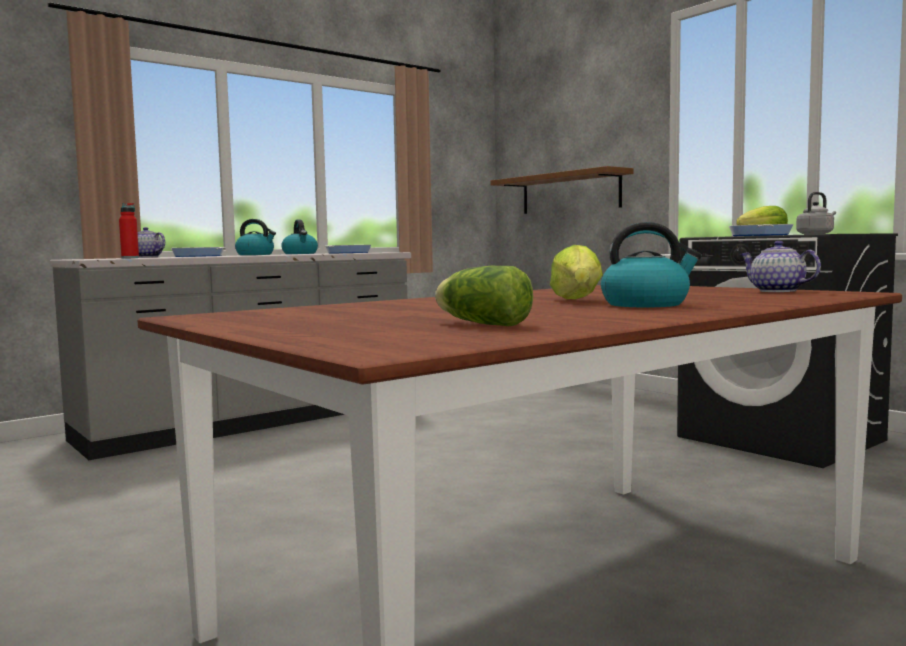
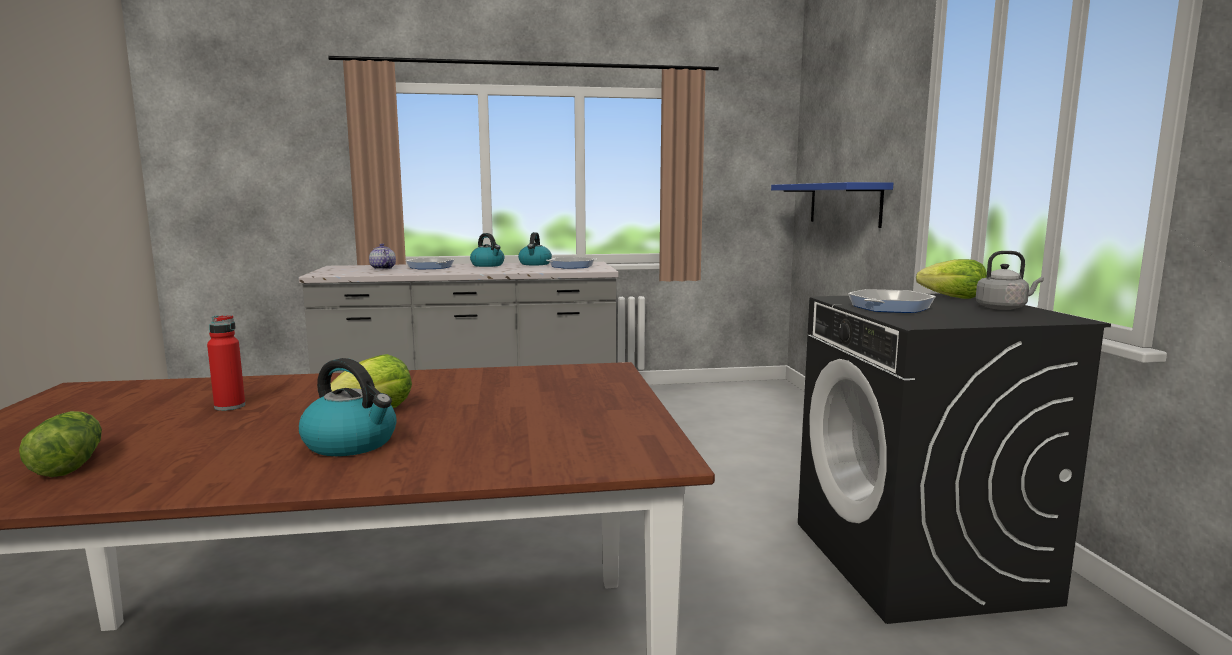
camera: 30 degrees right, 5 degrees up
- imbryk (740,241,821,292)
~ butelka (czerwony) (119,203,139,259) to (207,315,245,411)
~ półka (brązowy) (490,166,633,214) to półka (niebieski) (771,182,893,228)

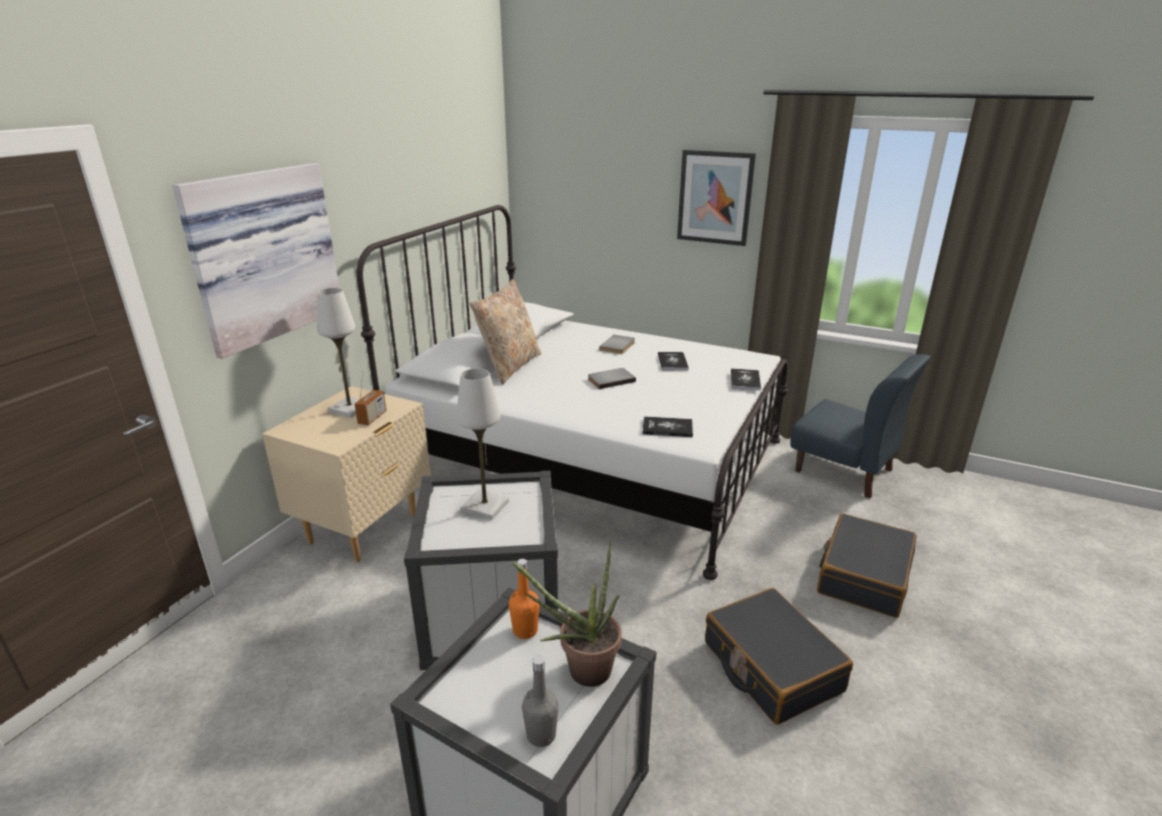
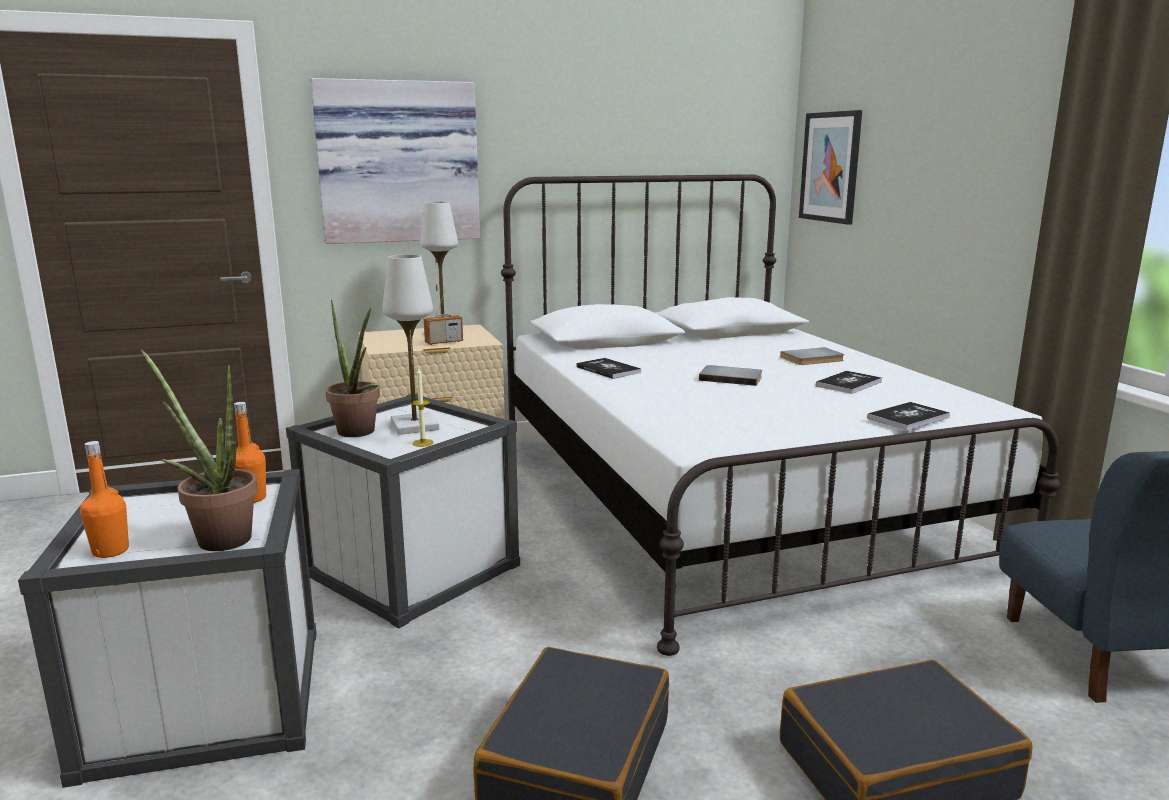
camera: 45 degrees right, 10 degrees down
- poduszka (beżowy) (470,279,541,385)
+ roślina doniczkowa (326,300,380,437)
+ świeca (412,368,434,447)
~ książka (643,416,693,437) to (576,358,641,379)
~ obraz (677,150,756,246) to (799,110,862,225)
~ butelka (szary) (522,656,559,747) to butelka (pomarańczowy) (80,441,129,558)

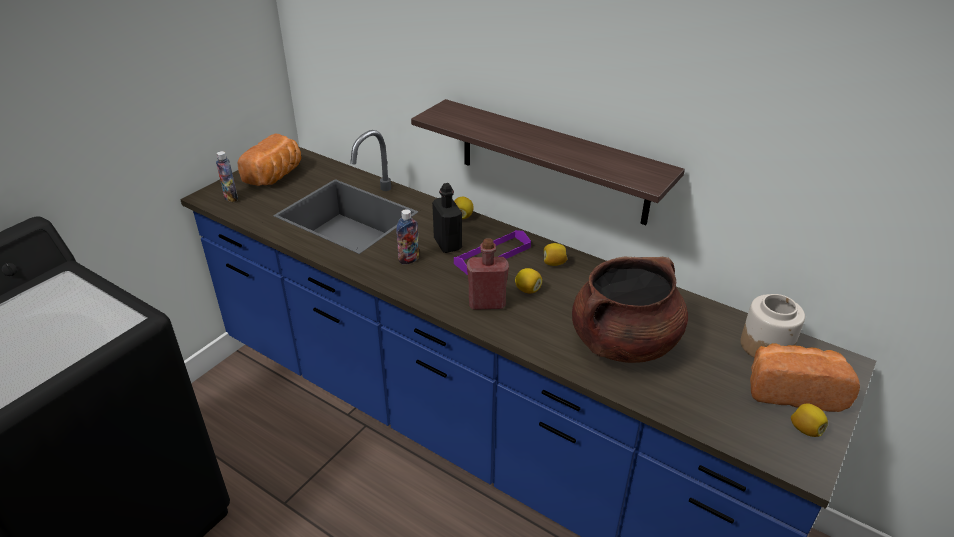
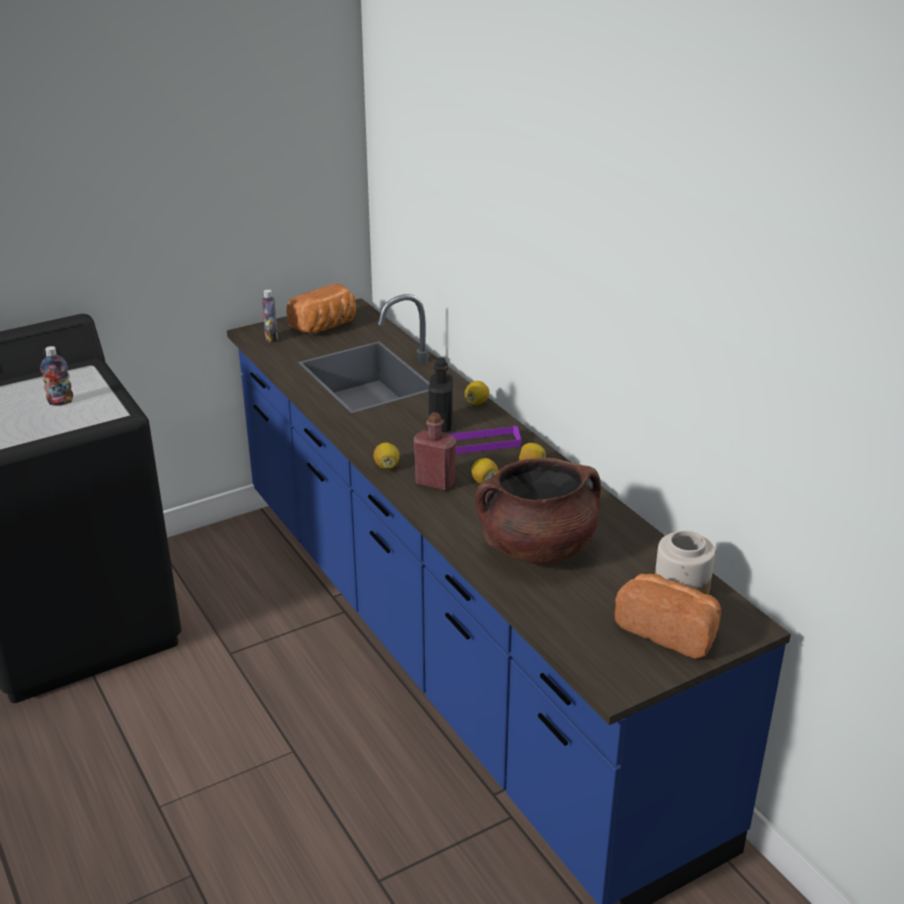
camera: 25 degrees right, 5 degrees down
- półka (411,99,685,225)
~ butelka (396,209,419,265) to (40,346,73,406)
~ cytryna (791,403,828,437) to (373,442,400,469)

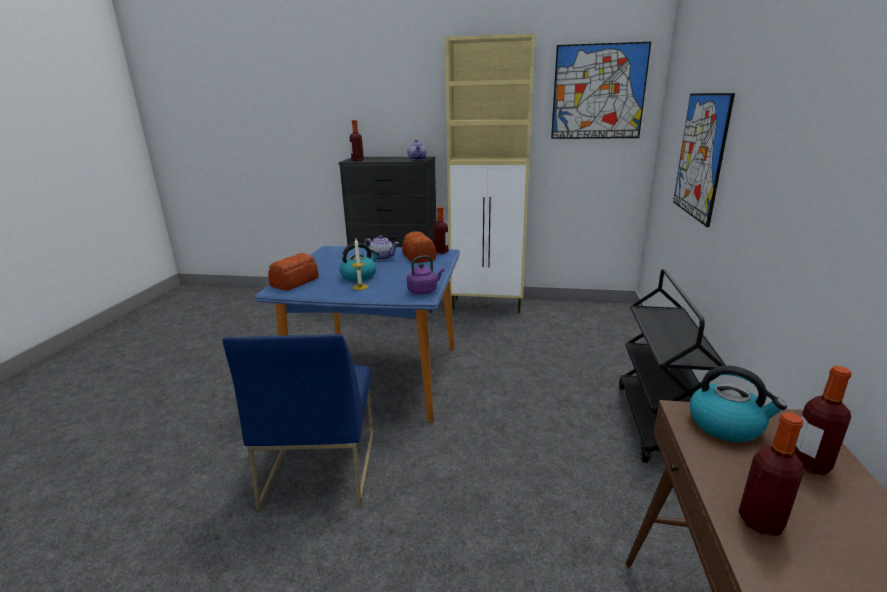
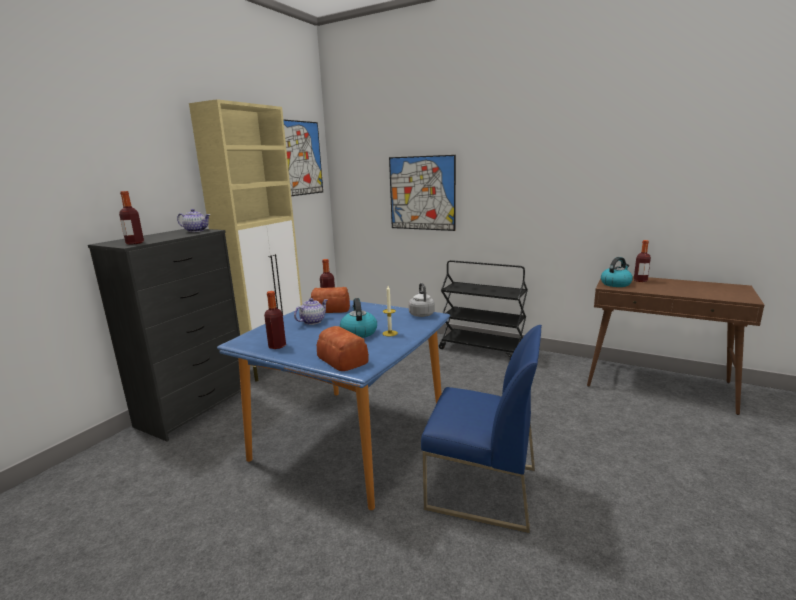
camera: 70 degrees left, 5 degrees down
~ butelka (738,412,805,536) to (264,291,286,349)
~ czajnik (fioletowy) (407,255,444,294) to czajnik (szary) (409,283,435,317)

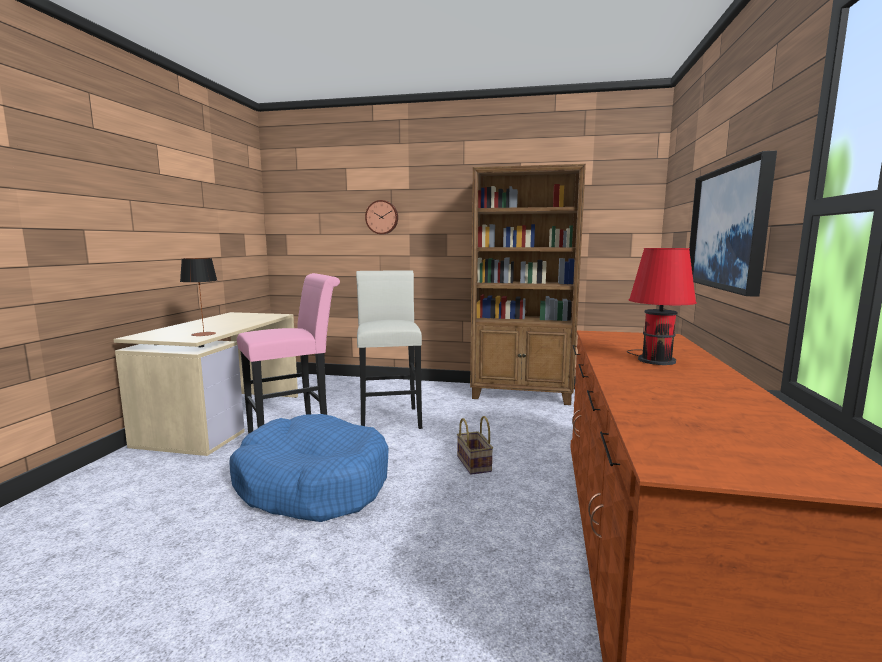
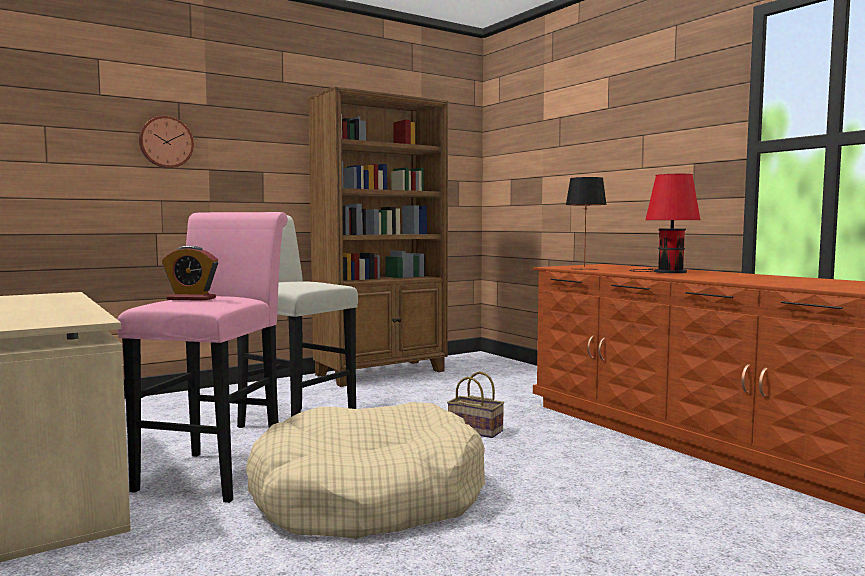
camera: 45 degrees left, 5 degrees down
- obraz (689,151,777,297)
+ budzik (162,246,218,301)
~ lampa stołowa (180,258,217,336) to (566,177,607,270)
~ legowisko (niebieski) (229,414,389,522) to legowisko (beżowy) (246,402,485,539)

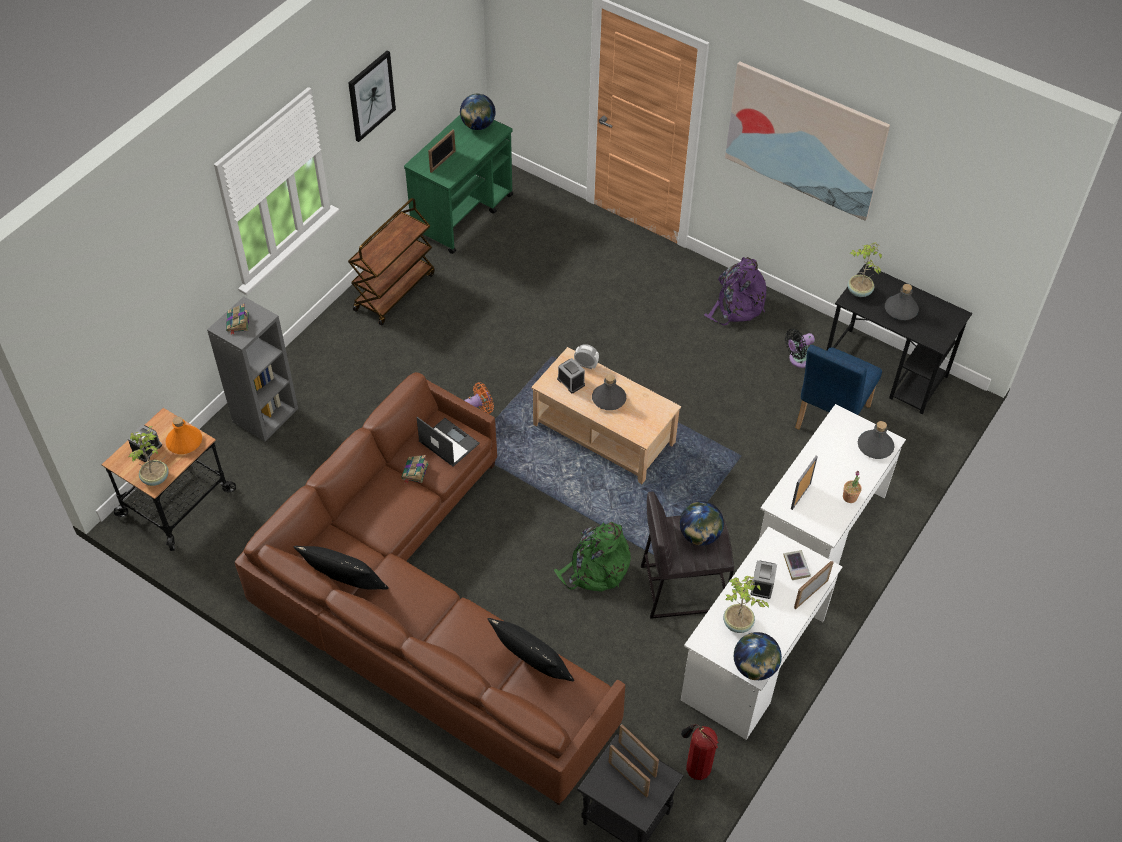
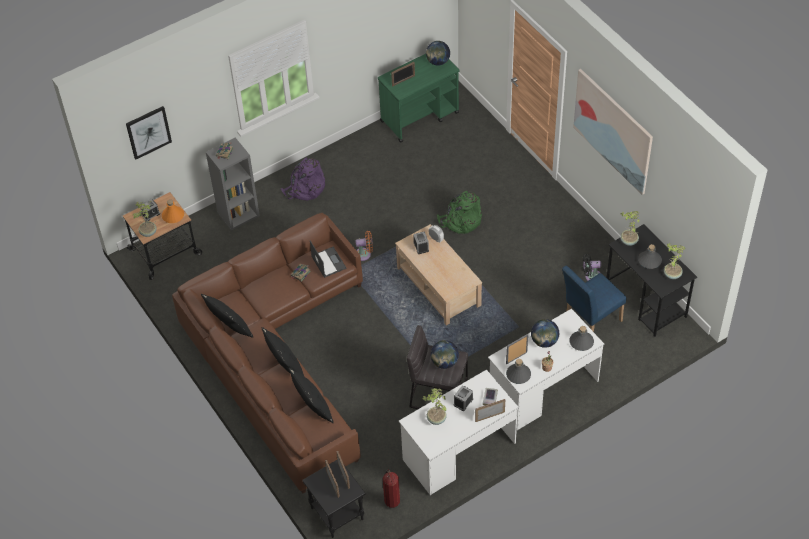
camera: 25 degrees right, 0 degrees up
- wózek (brązowy) (348,198,435,326)
+ poduszka (czarny) (262,327,304,376)
+ roślina doniczkowa (664,243,686,279)
~ obraz (348,51,396,142) to (126,106,172,160)
~ plecak (zielony) (554,522,631,592) to (437,191,482,234)
~ butelka (szary) (592,374,626,410) to (506,359,531,384)
~ plecak (fioletowy) (704,257,766,326) to (281,157,325,201)
~ globus (734,632,782,680) to (531,319,559,348)

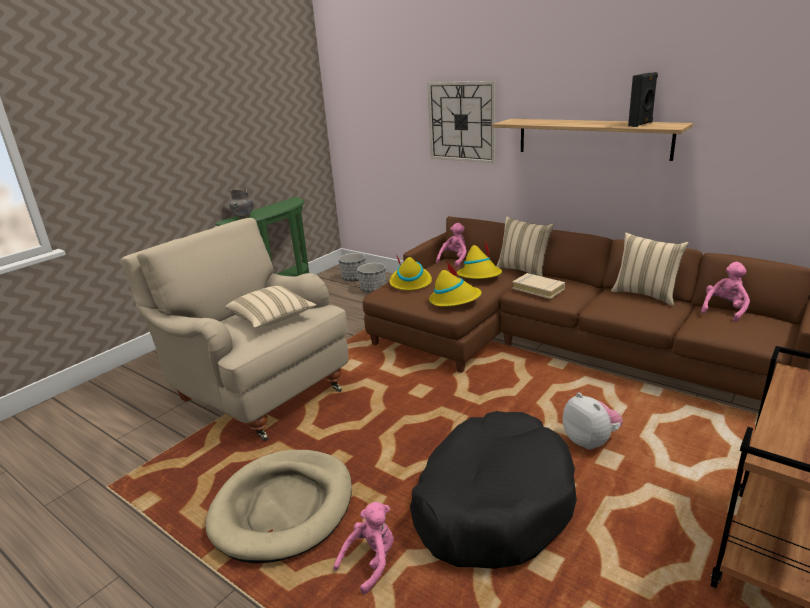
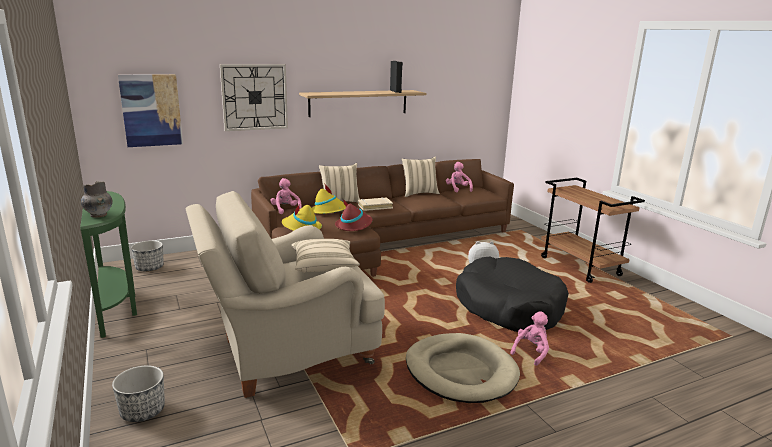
camera: 65 degrees left, 5 degrees down
+ obraz (118,74,183,147)
~ donica (357,263,386,293) to (112,365,165,422)
~ kapelusz (żółty) (429,261,482,307) to kapelusz (czerwony) (335,198,373,231)
~ pluszak (różowy) (333,502,394,594) = (510,311,549,366) 60 degrees clockwise

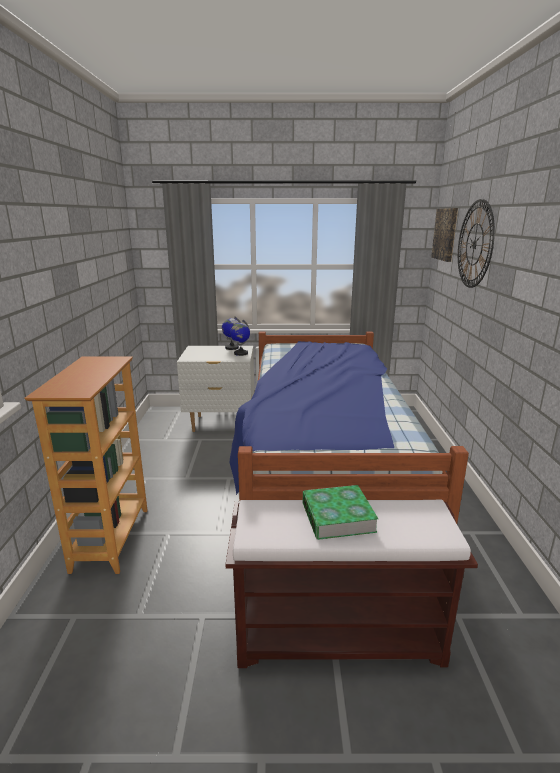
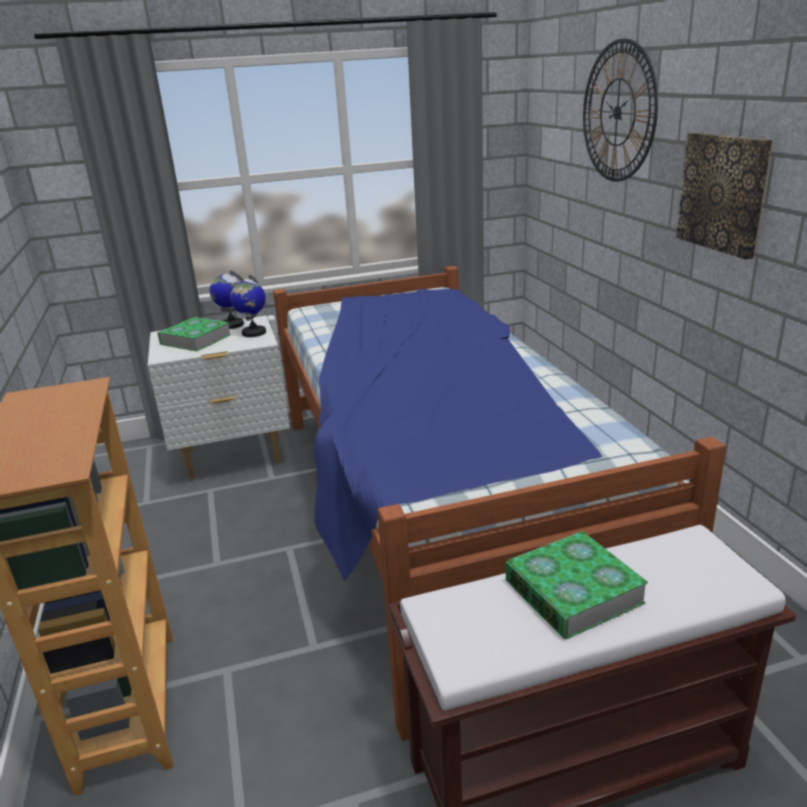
camera: 15 degrees left, 5 degrees up
+ książka (158,317,231,351)
~ obraz (431,208,458,262) to (676,132,773,260)

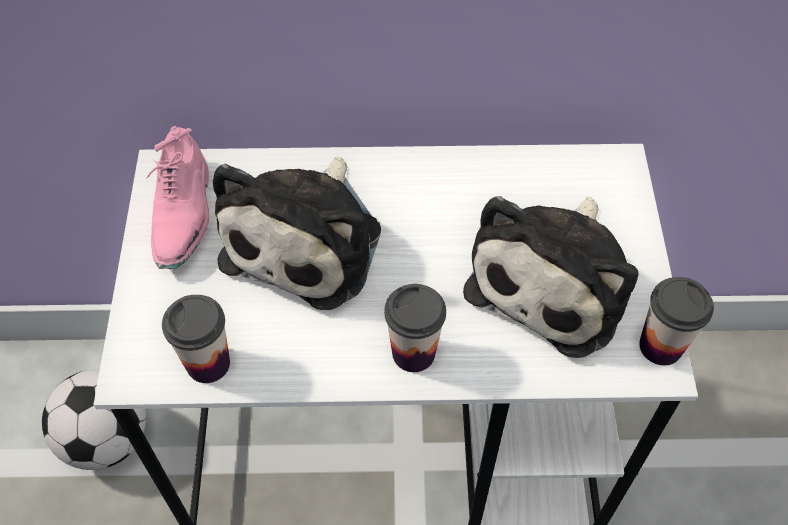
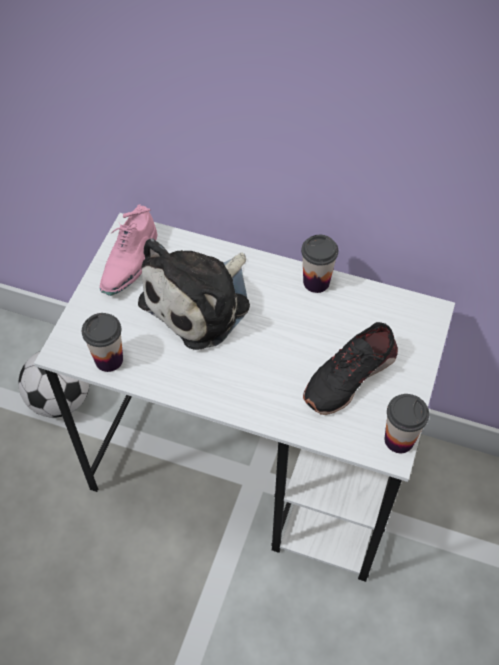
camera: 20 degrees right, 0 degrees up
~ filiżanka (384,284,446,372) to (301,235,338,293)
~ pluszak (463,196,638,358) to but (czarny) (303,322,398,415)

